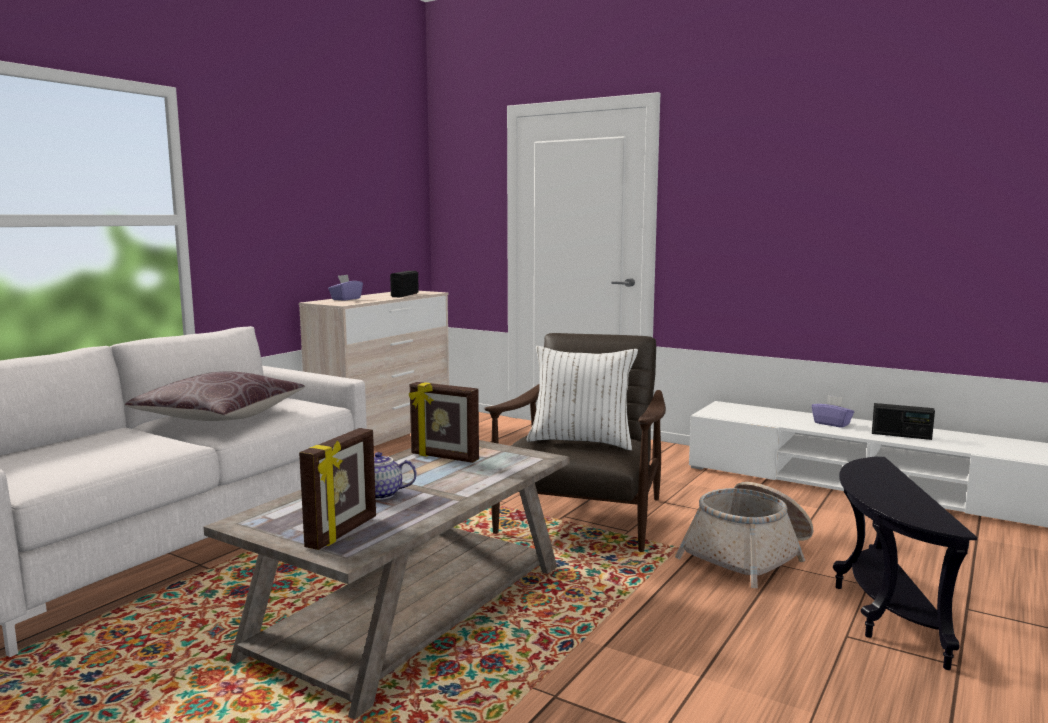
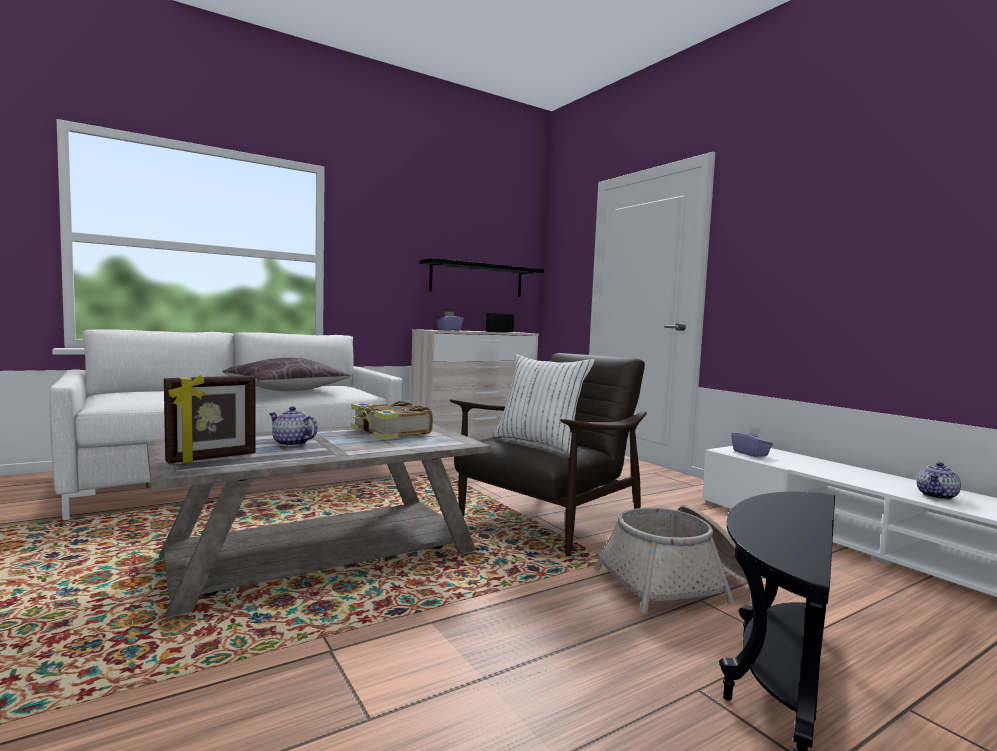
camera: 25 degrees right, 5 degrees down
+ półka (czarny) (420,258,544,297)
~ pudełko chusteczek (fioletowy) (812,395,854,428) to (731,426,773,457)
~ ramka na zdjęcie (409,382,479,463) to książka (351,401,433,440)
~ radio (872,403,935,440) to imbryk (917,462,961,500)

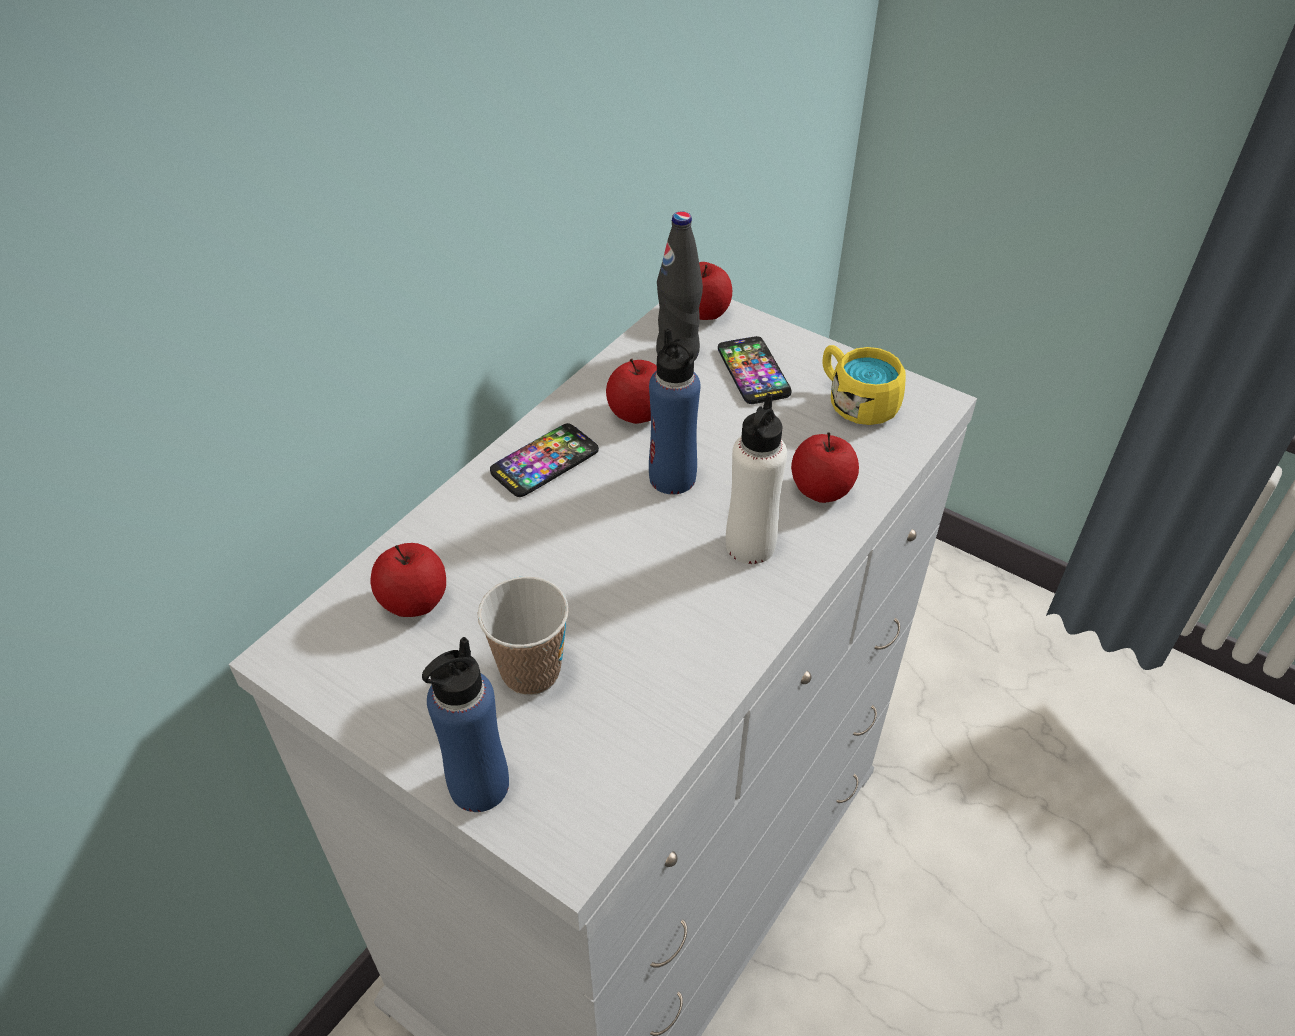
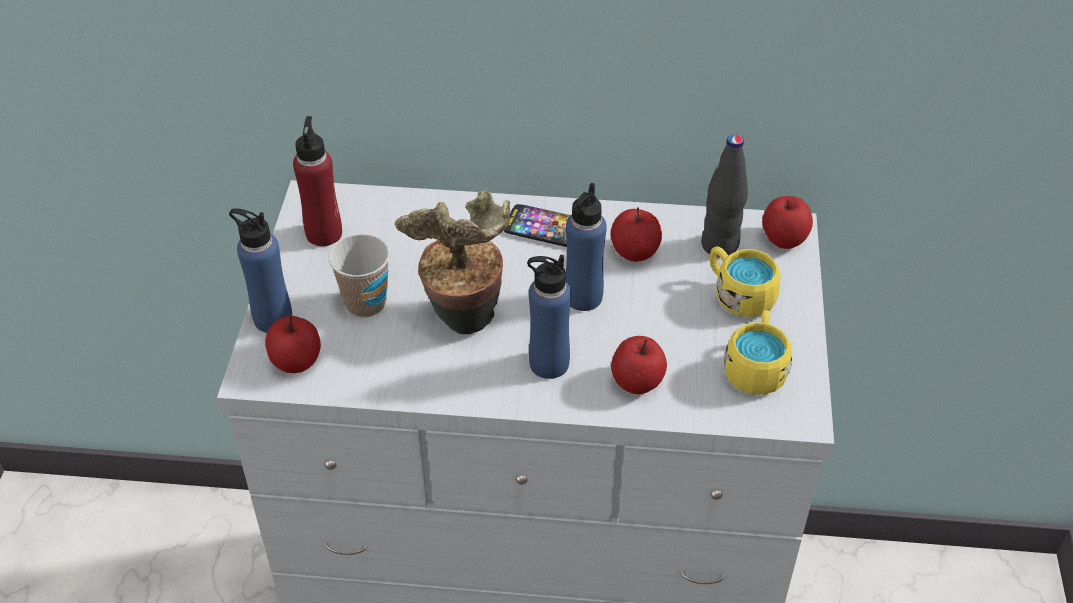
camera: 60 degrees right, 0 degrees up
+ butelka (czerwony) (293,116,342,246)
+ roślina doniczkowa (395,190,510,334)
~ jabłko (370,543,446,617) to (265,316,321,373)
~ telefon (718,336,792,404) to kubek (żółty) (710,246,781,317)
~ butelka (biały) (726,393,787,564) to butelka (niebieski) (527,255,571,379)

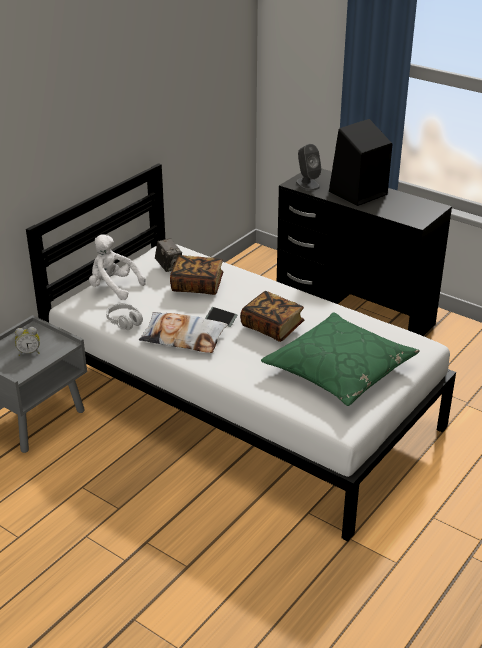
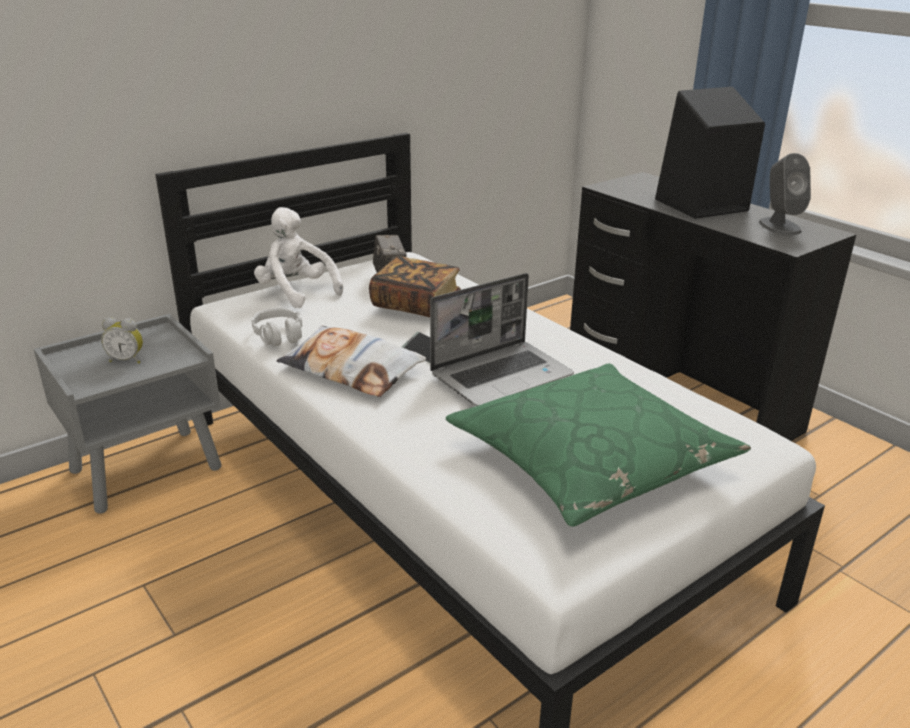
camera: 15 degrees right, 5 degrees down
~ głośnik (szary) (296,144,322,191) to (759,153,811,235)
~ książka (240,291,304,342) to laptop (430,273,574,406)

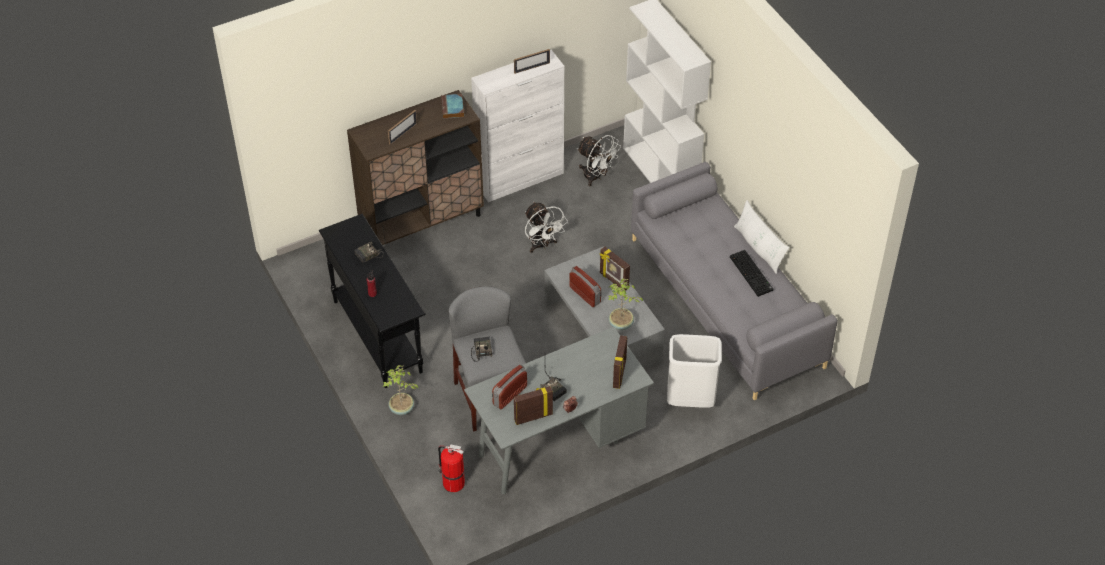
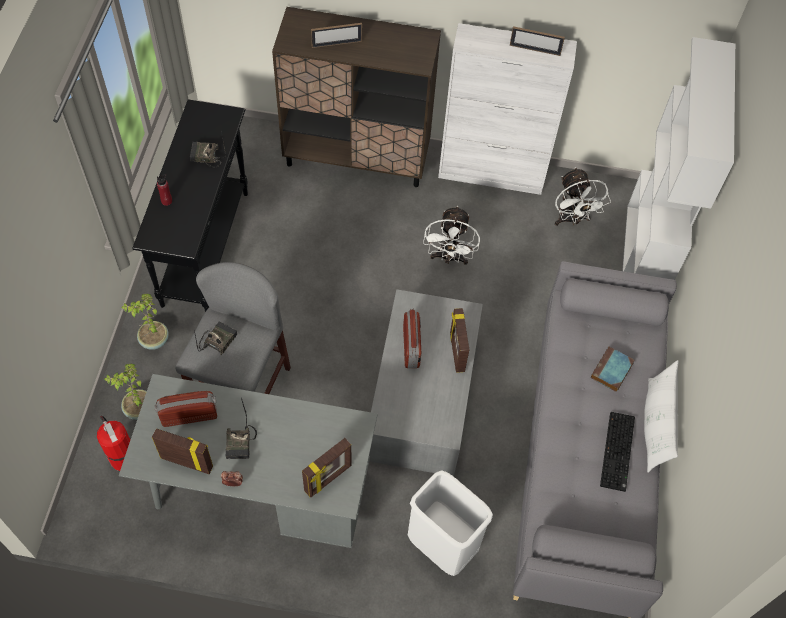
camera: 35 degrees right, 10 degrees up
~ książka (441,94,464,119) to (591,346,634,392)
~ roślina doniczkowa (608,278,644,330) to (104,364,147,420)

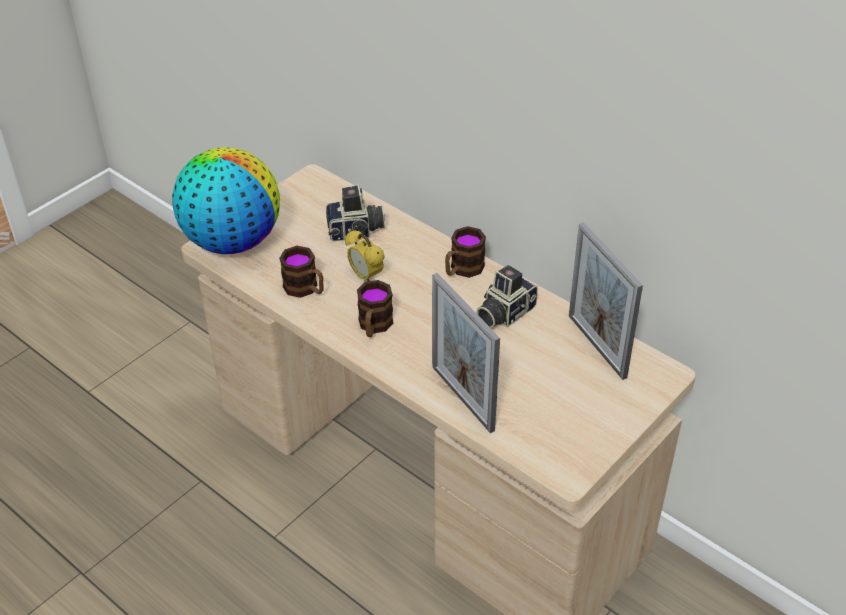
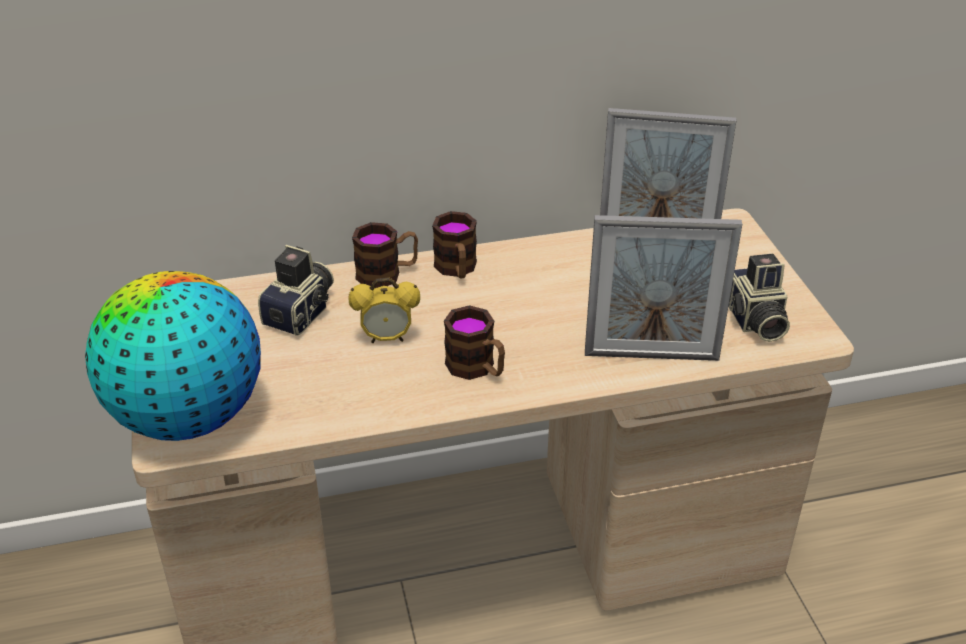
camera: 55 degrees left, 5 degrees down
~ kubek (279,246,324,298) to (352,222,418,288)
~ aparat fotograficzny (476,265,538,328) to (728,254,790,342)

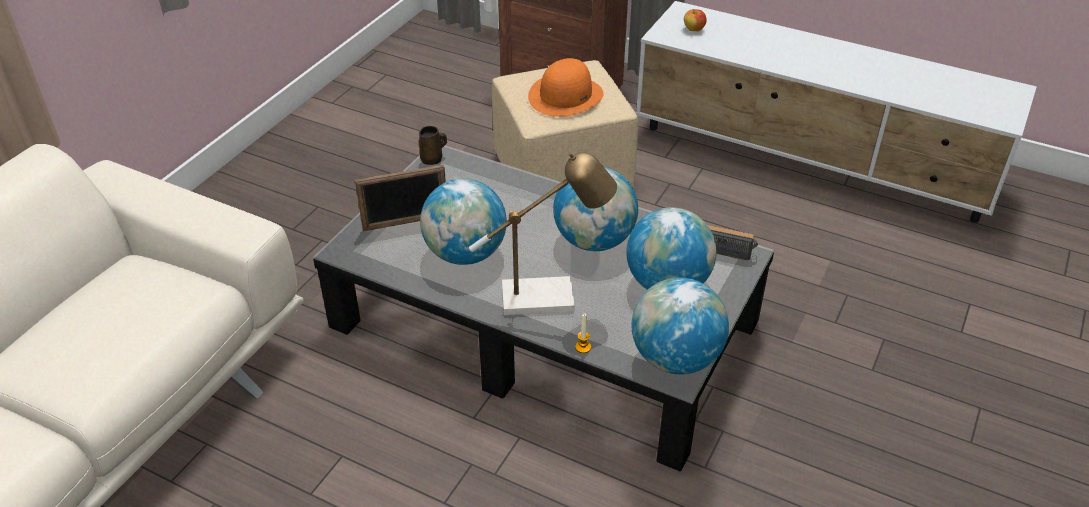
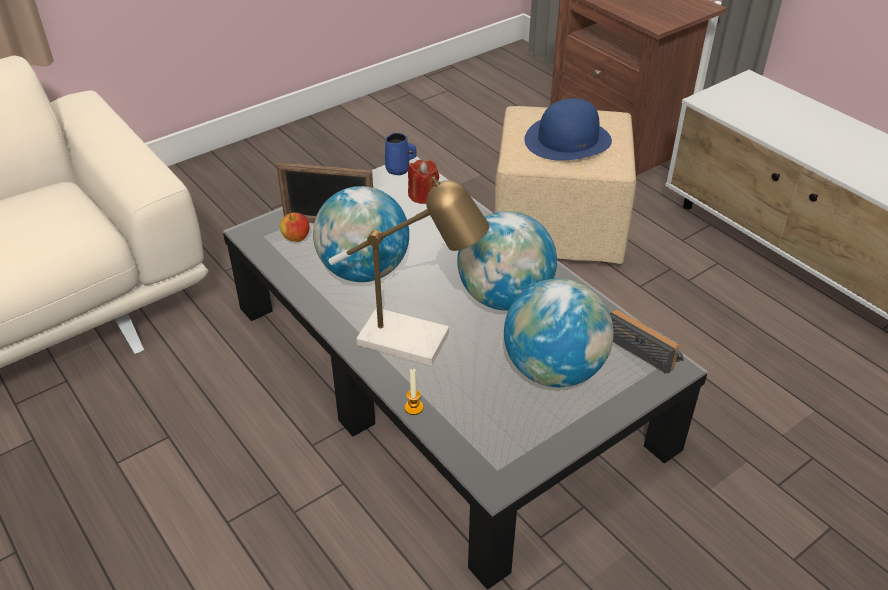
camera: 25 degrees right, 0 degrees up
- globus (631,277,729,374)
+ świeca (czerwony) (408,160,439,204)
~ jabłko (684,9,707,31) to (280,212,310,242)
~ kubek (brązowy) (419,126,447,165) to kubek (niebieski) (385,133,417,175)
~ kapelusz (pomarańczowy) (528,58,604,117) to kapelusz (niebieski) (524,98,612,161)

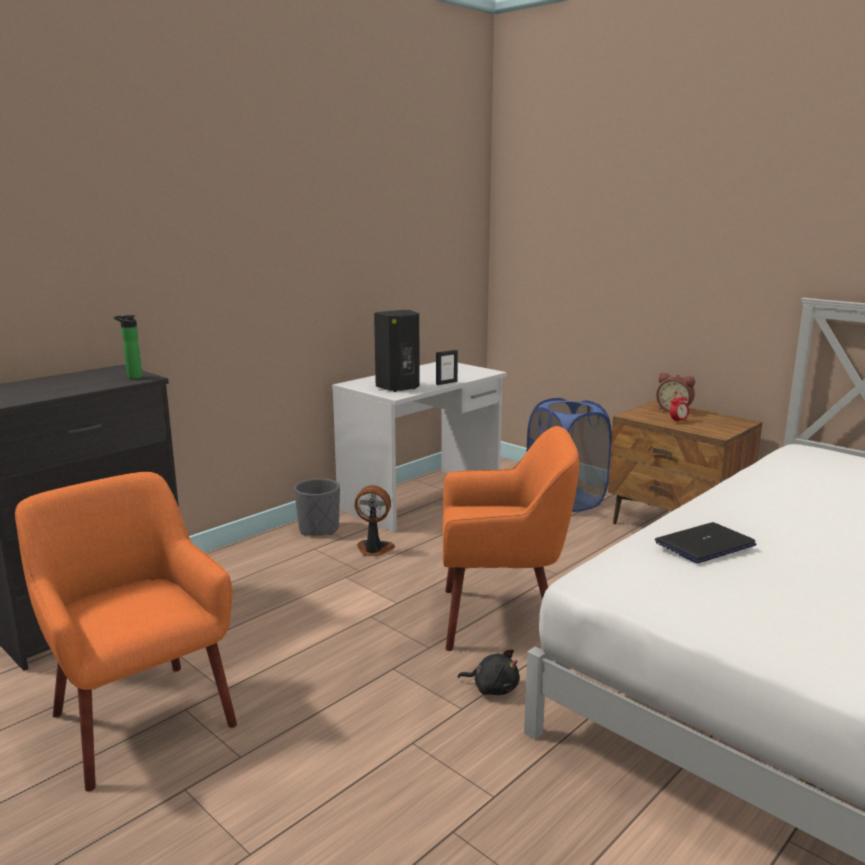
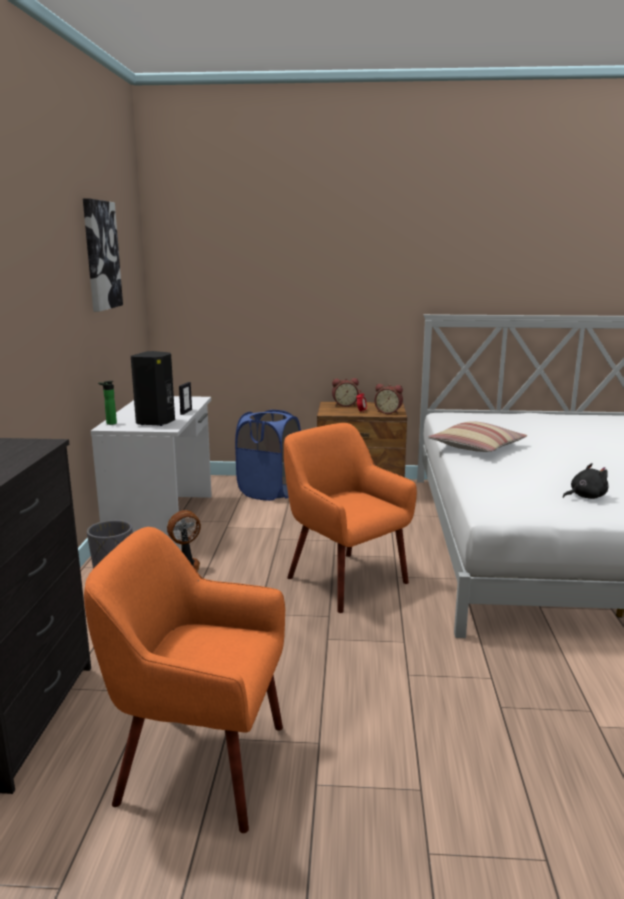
camera: 40 degrees left, 0 degrees up
- laptop (655,522,756,563)
+ obraz (83,198,123,312)
+ budzik (374,384,403,414)
+ poduszka (428,421,528,452)
~ butelka (114,315,142,379) to (98,381,117,425)
~ pluszak (czarny) (458,649,520,695) to (563,463,608,499)
~ fotel (pomarańczowy) (443,426,579,651) = (284,423,417,613) 90 degrees counterclockwise

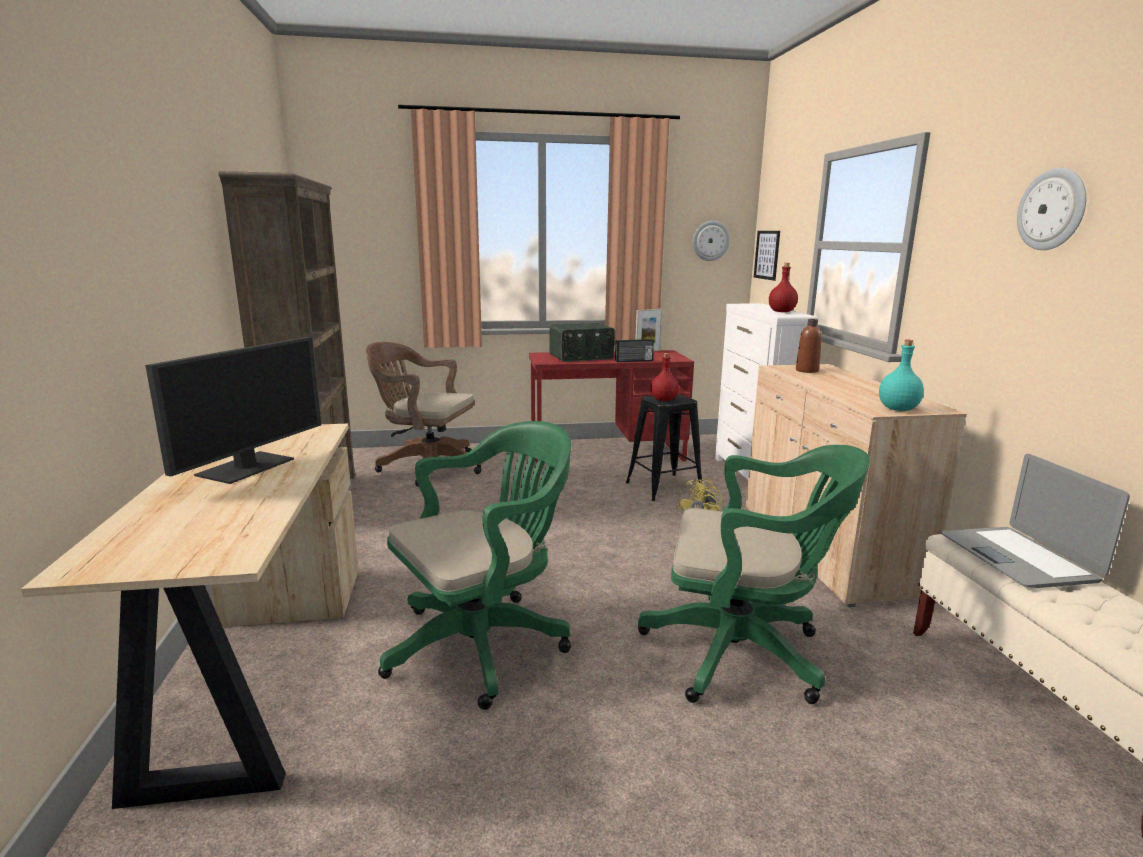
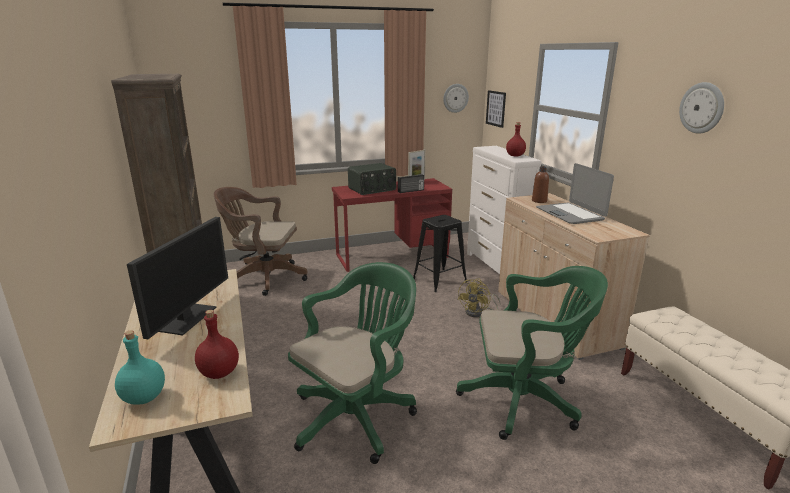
camera: 10 degrees left, 5 degrees up
~ butelka (czerwony) (651,353,679,401) to (195,310,239,379)
~ butelka (turkusowy) (879,340,924,411) to (115,330,165,405)
~ laptop (941,454,1130,588) to (536,163,614,224)

